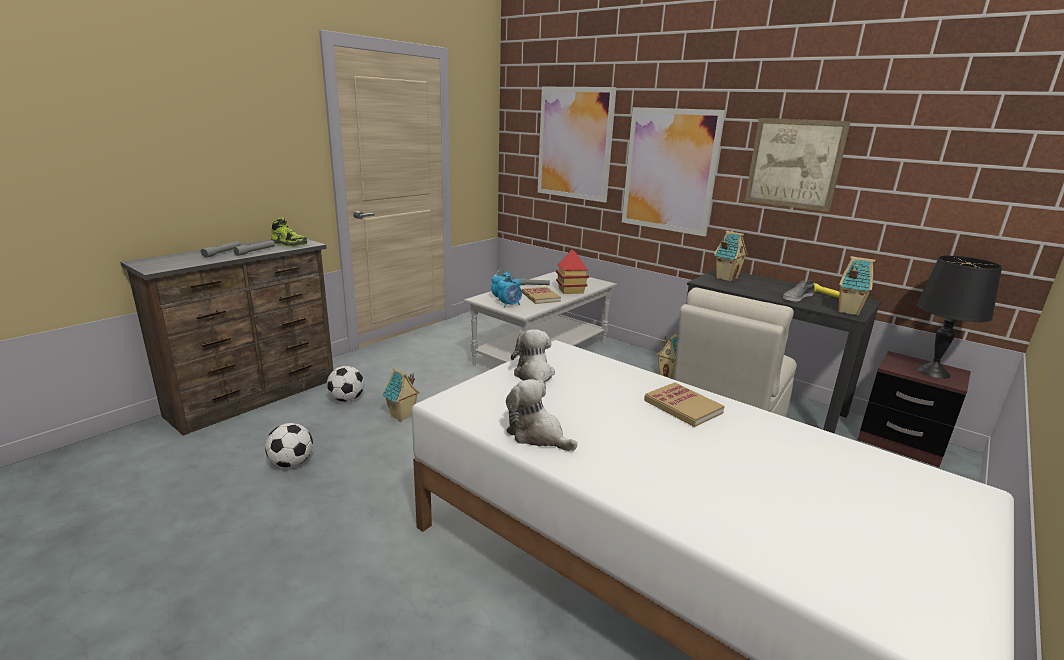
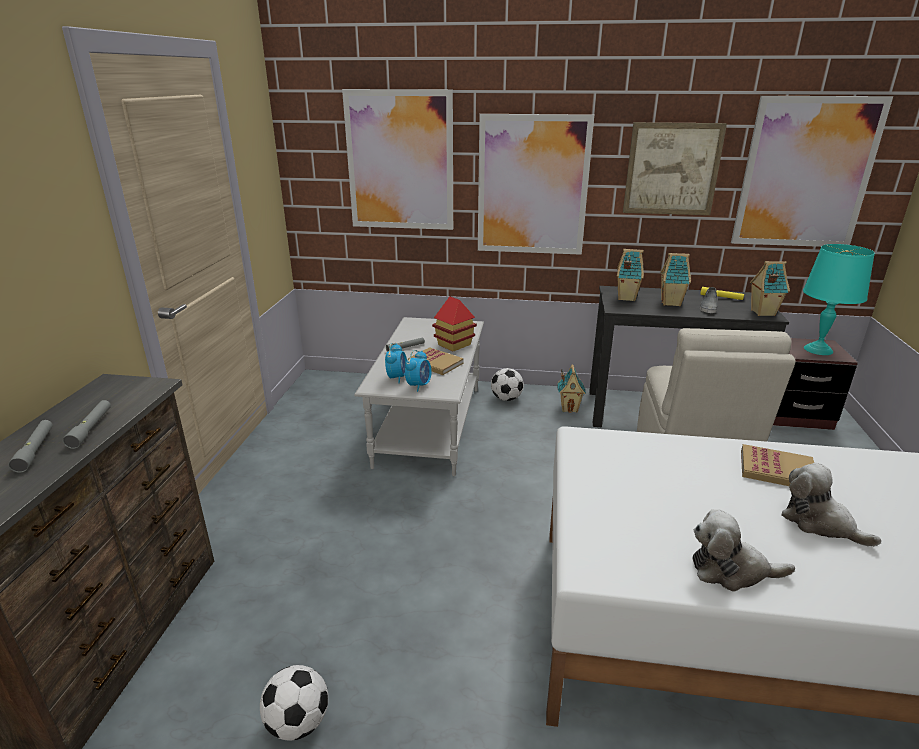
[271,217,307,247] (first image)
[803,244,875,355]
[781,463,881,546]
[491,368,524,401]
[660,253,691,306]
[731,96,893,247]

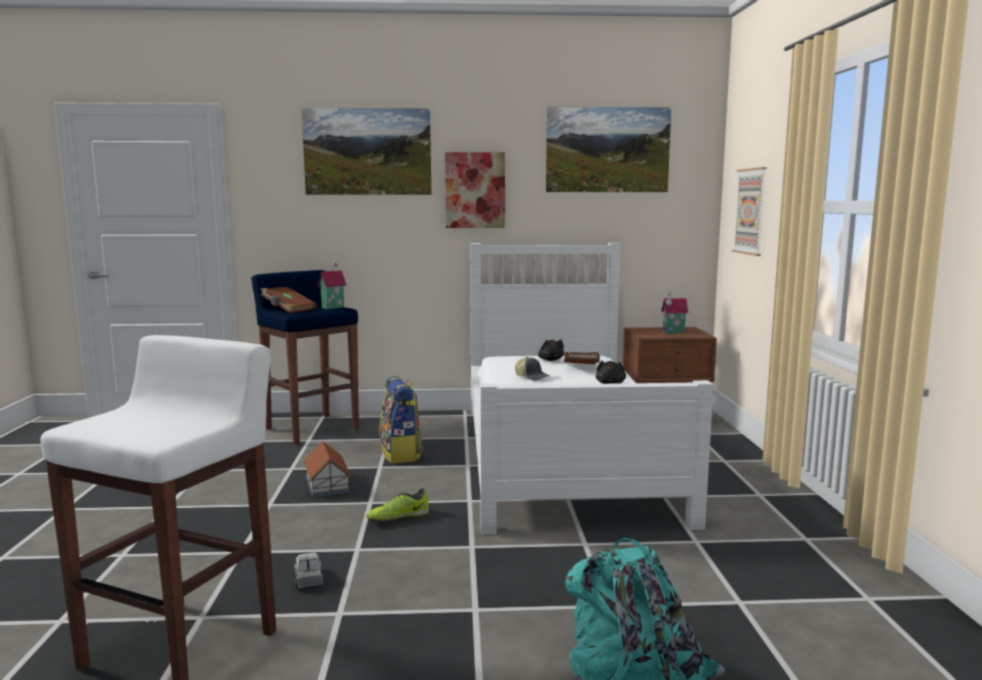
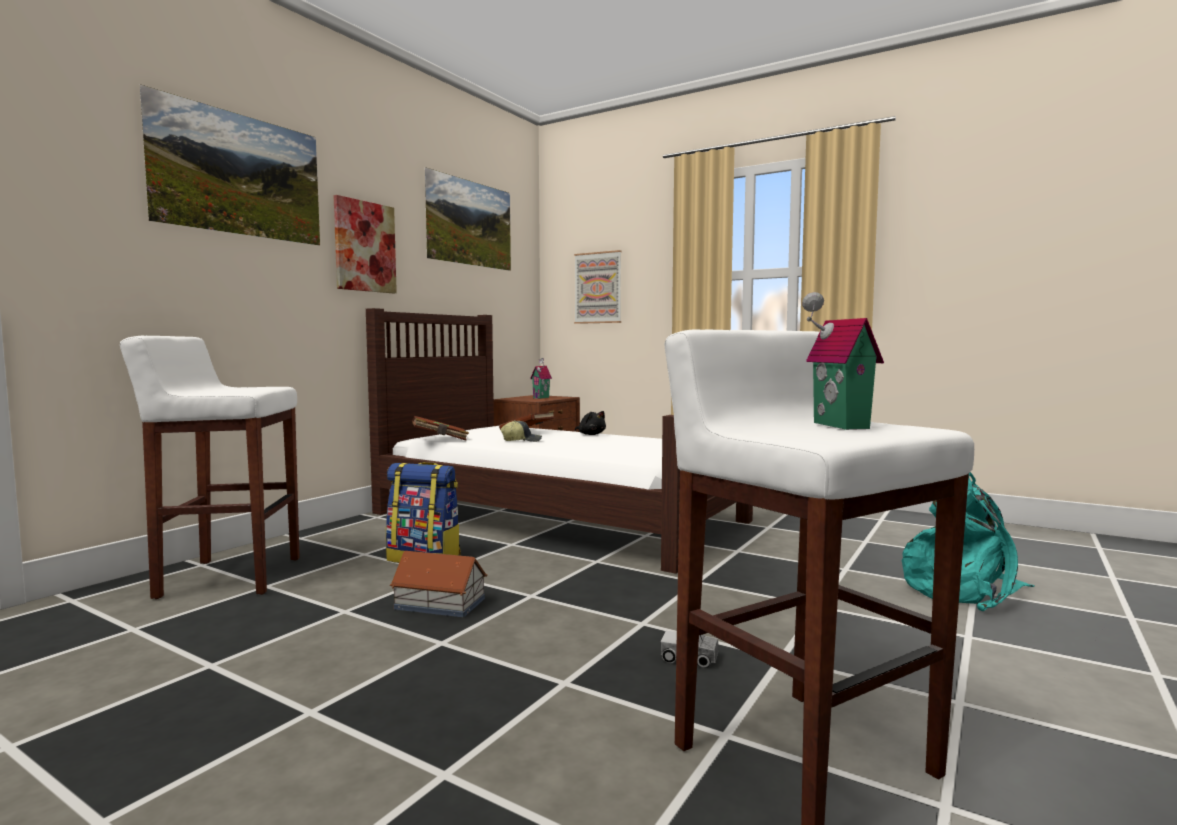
[366,308,753,574]
[802,292,884,430]
[120,336,300,599]
[412,416,469,441]
[538,340,564,361] (first image)
[366,488,429,522] (first image)

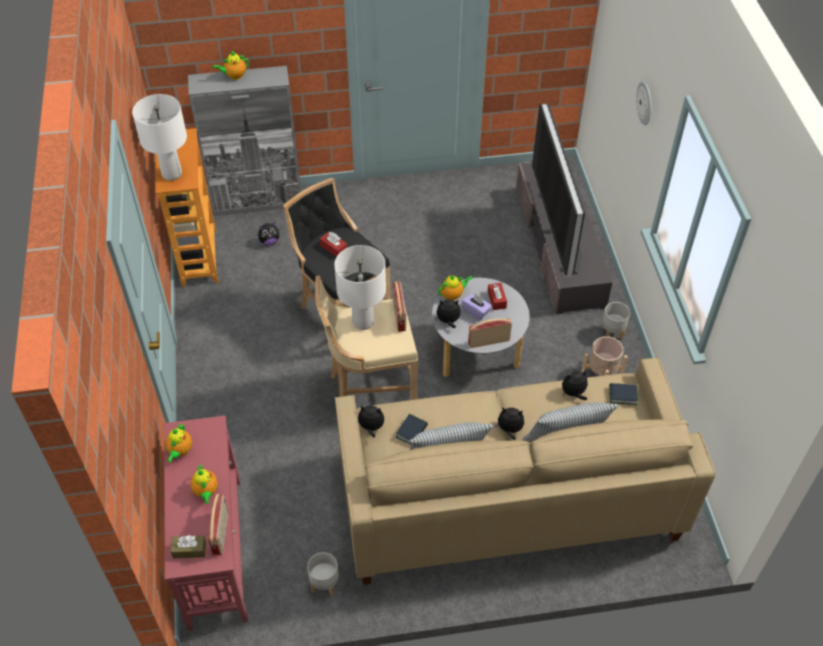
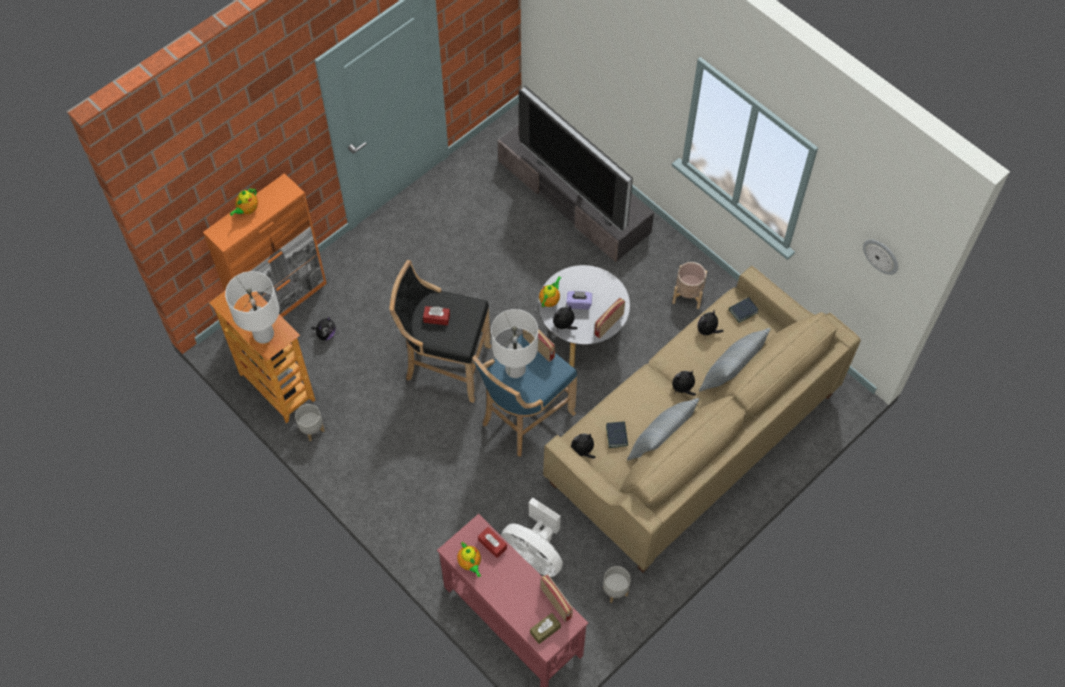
[203,173,327,317]
[863,239,898,275]
[472,333,577,456]
[478,527,507,558]
[295,404,325,441]
[191,464,218,504] (first image)
[501,497,563,577]

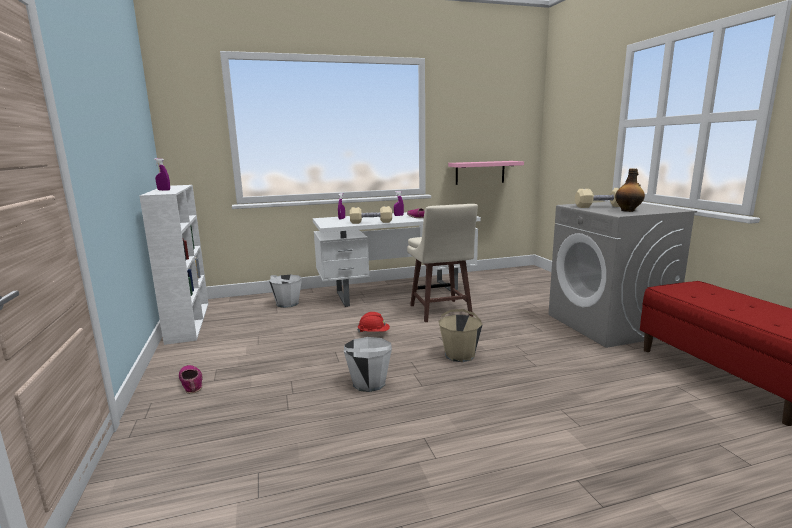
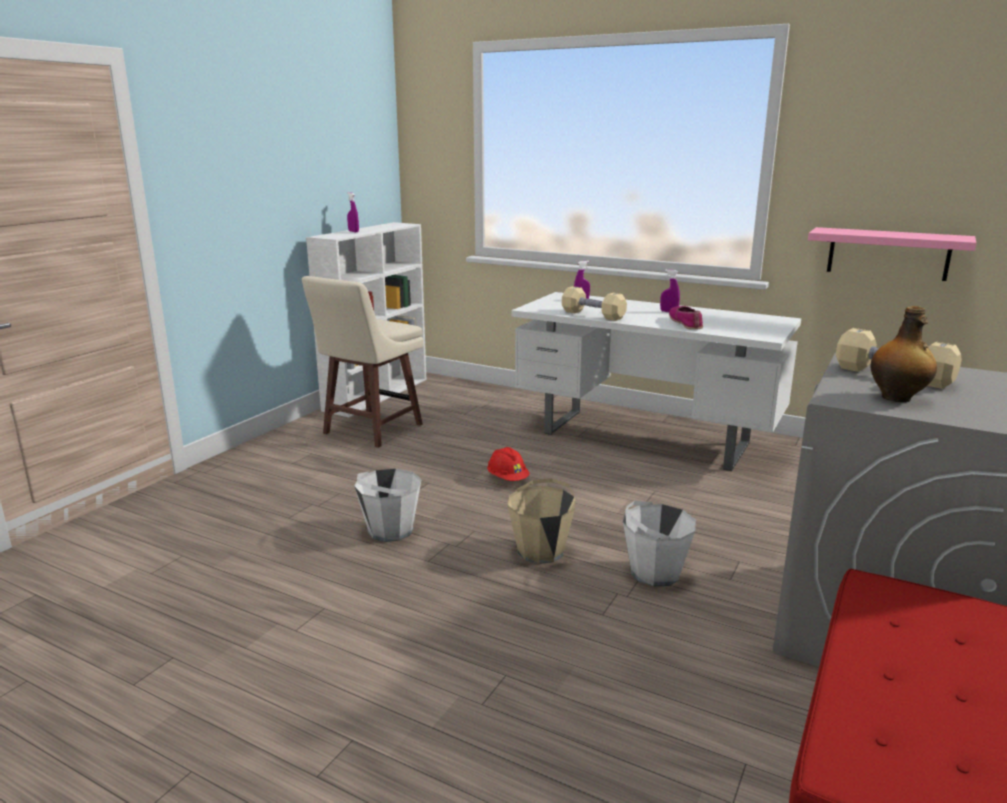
[302,276,424,448]
[623,501,696,586]
[179,365,203,394] (first image)

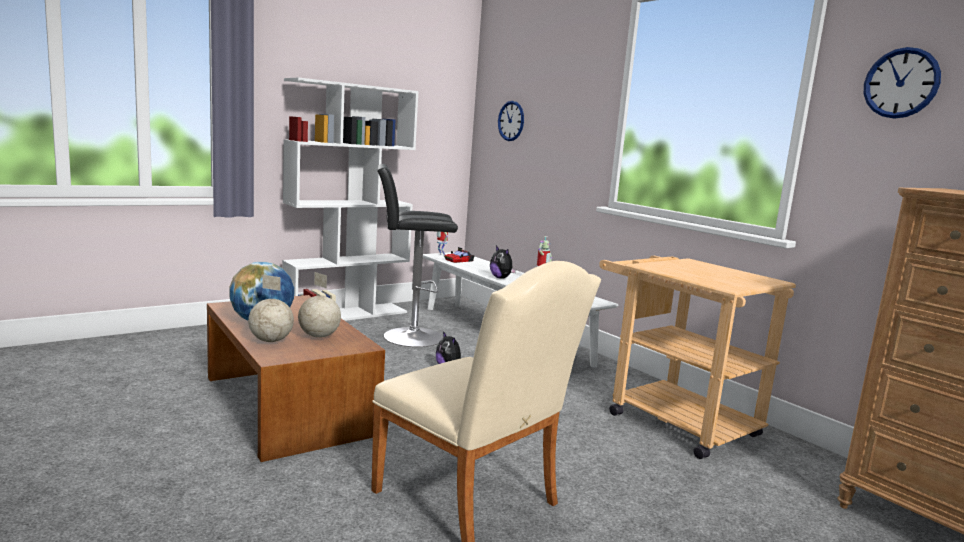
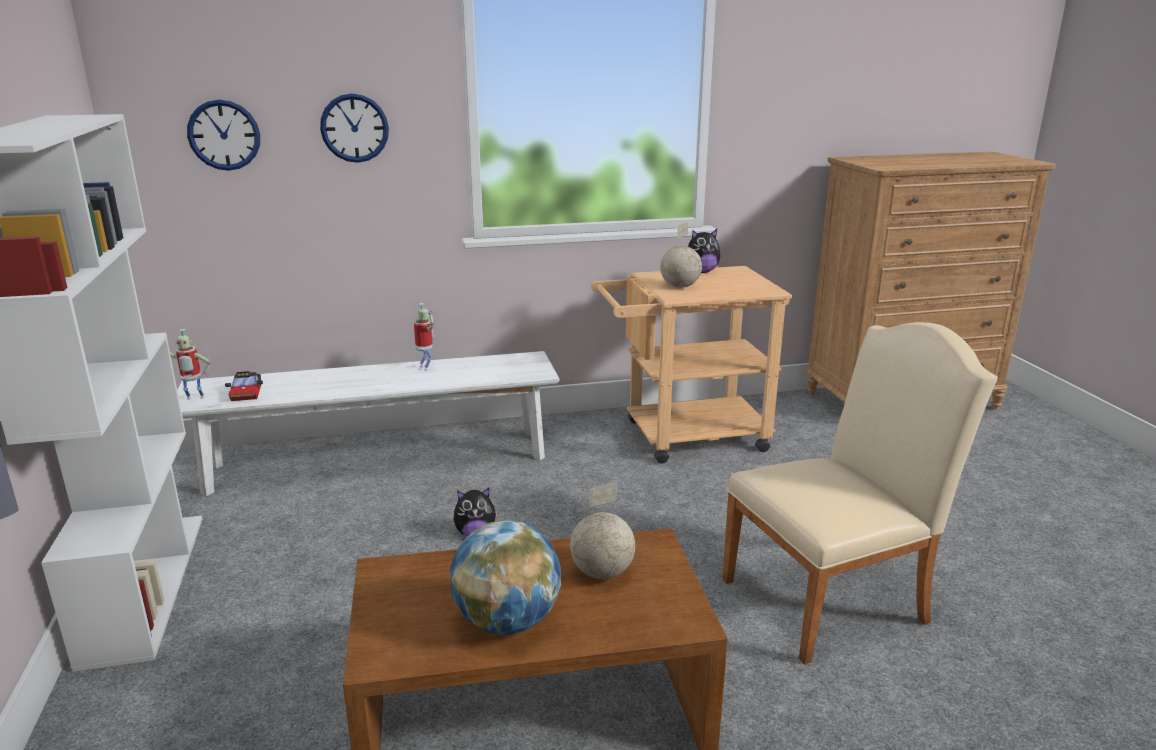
[320,93,389,163]
[377,164,458,347] (first image)
[688,229,720,273]
[660,222,702,288]

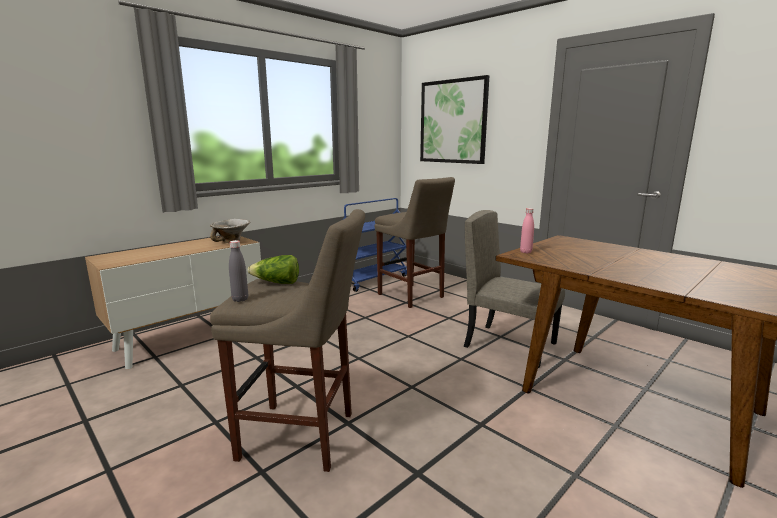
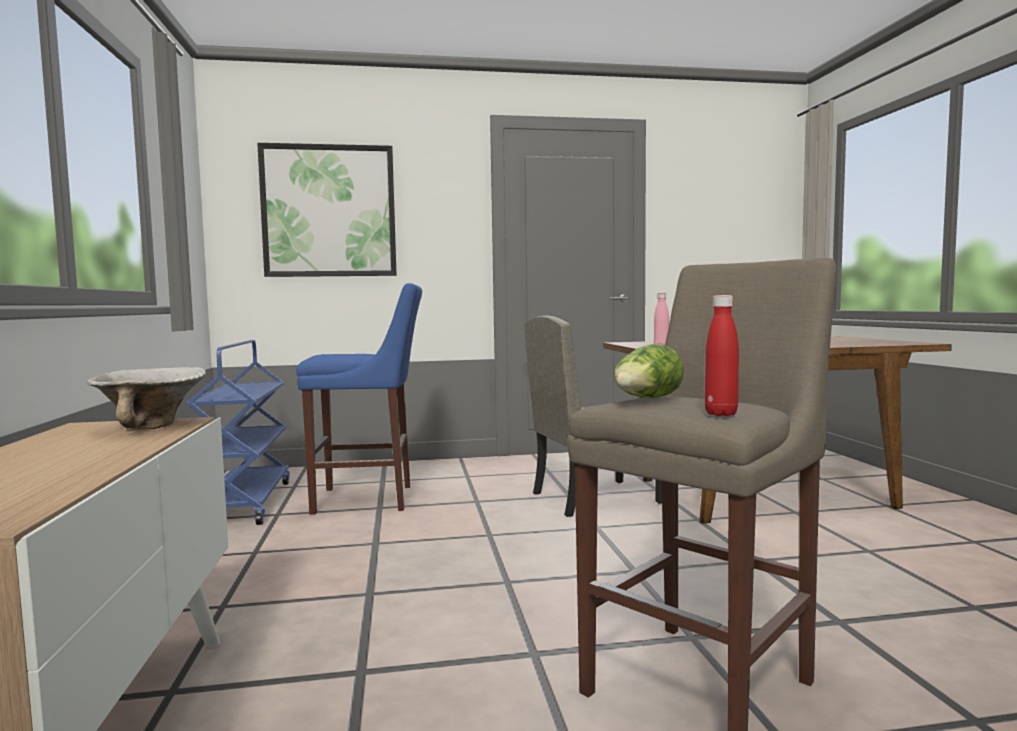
[296,283,422,515]
[705,295,739,416]

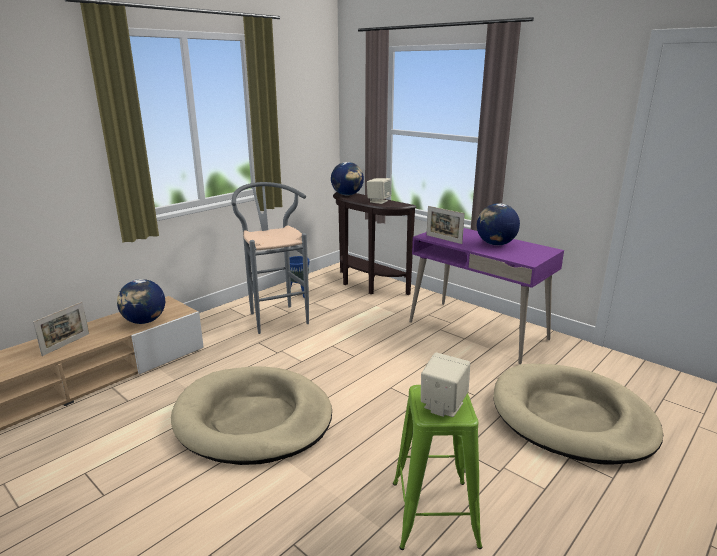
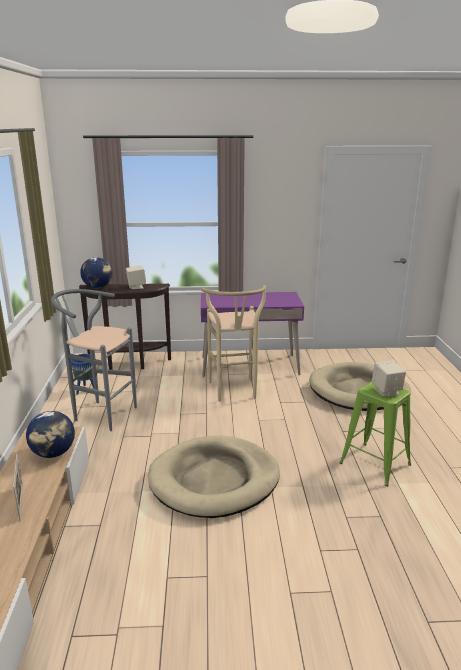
[477,203,520,245] (first image)
[427,206,465,244] (first image)
[201,285,266,402]

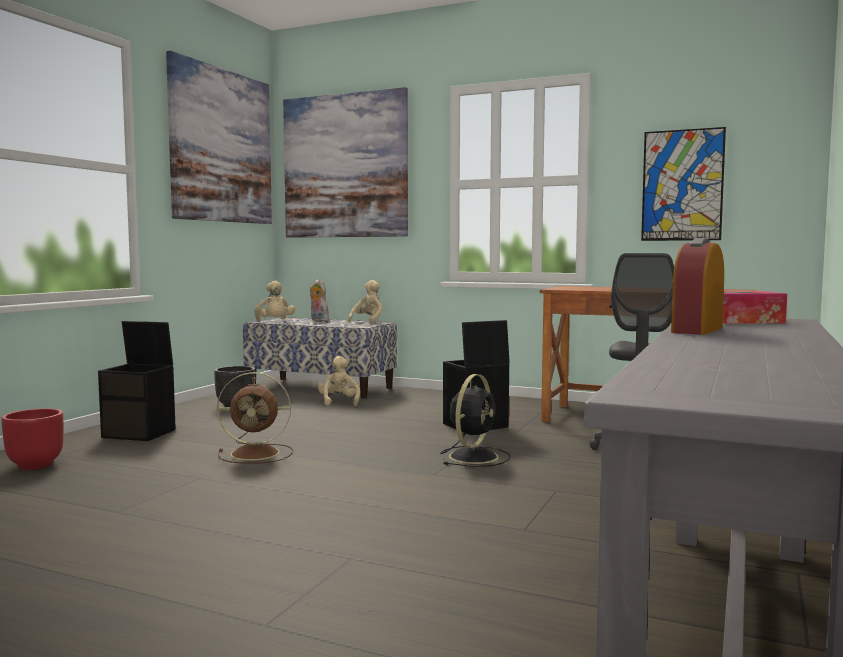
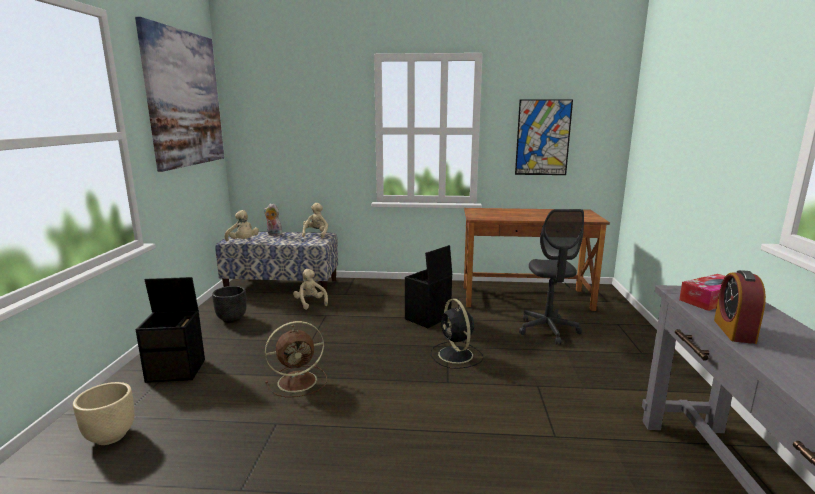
[283,87,408,238] (first image)
[431,299,484,369]
[73,382,135,445]

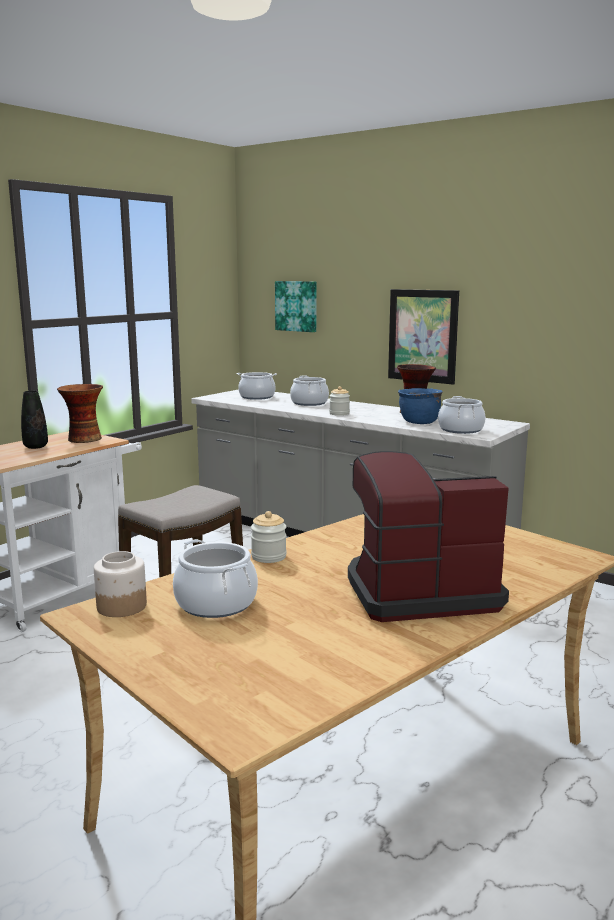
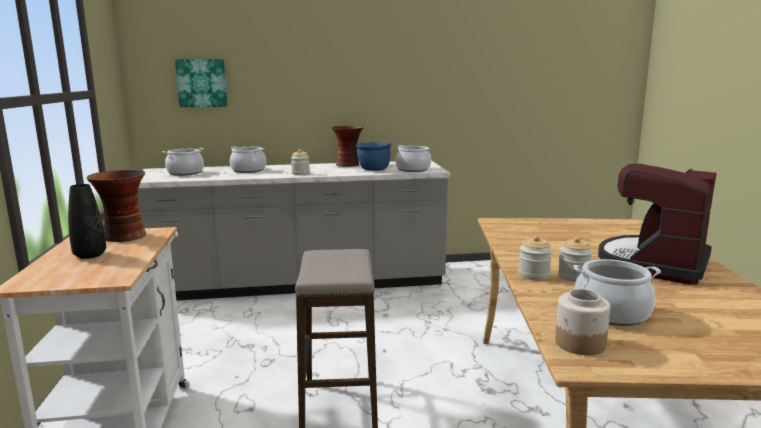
[388,289,459,385] (first image)
[558,237,593,282]

